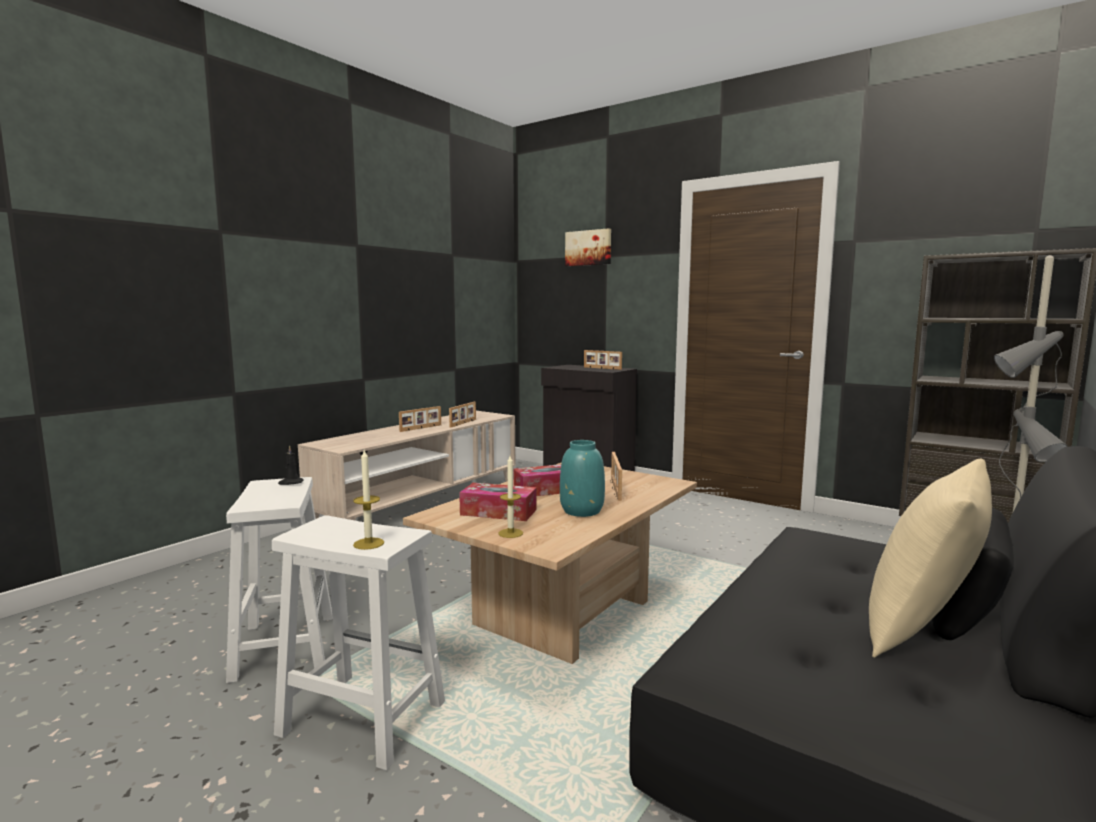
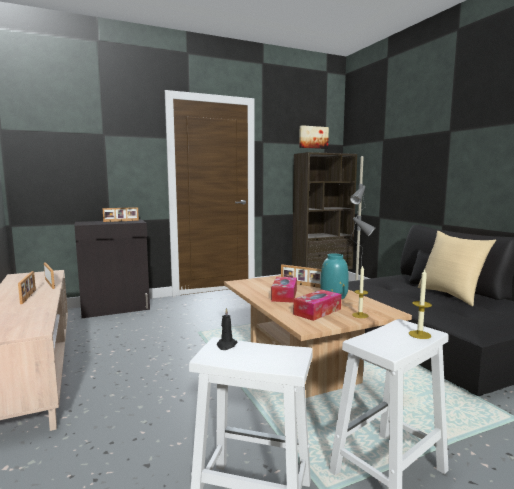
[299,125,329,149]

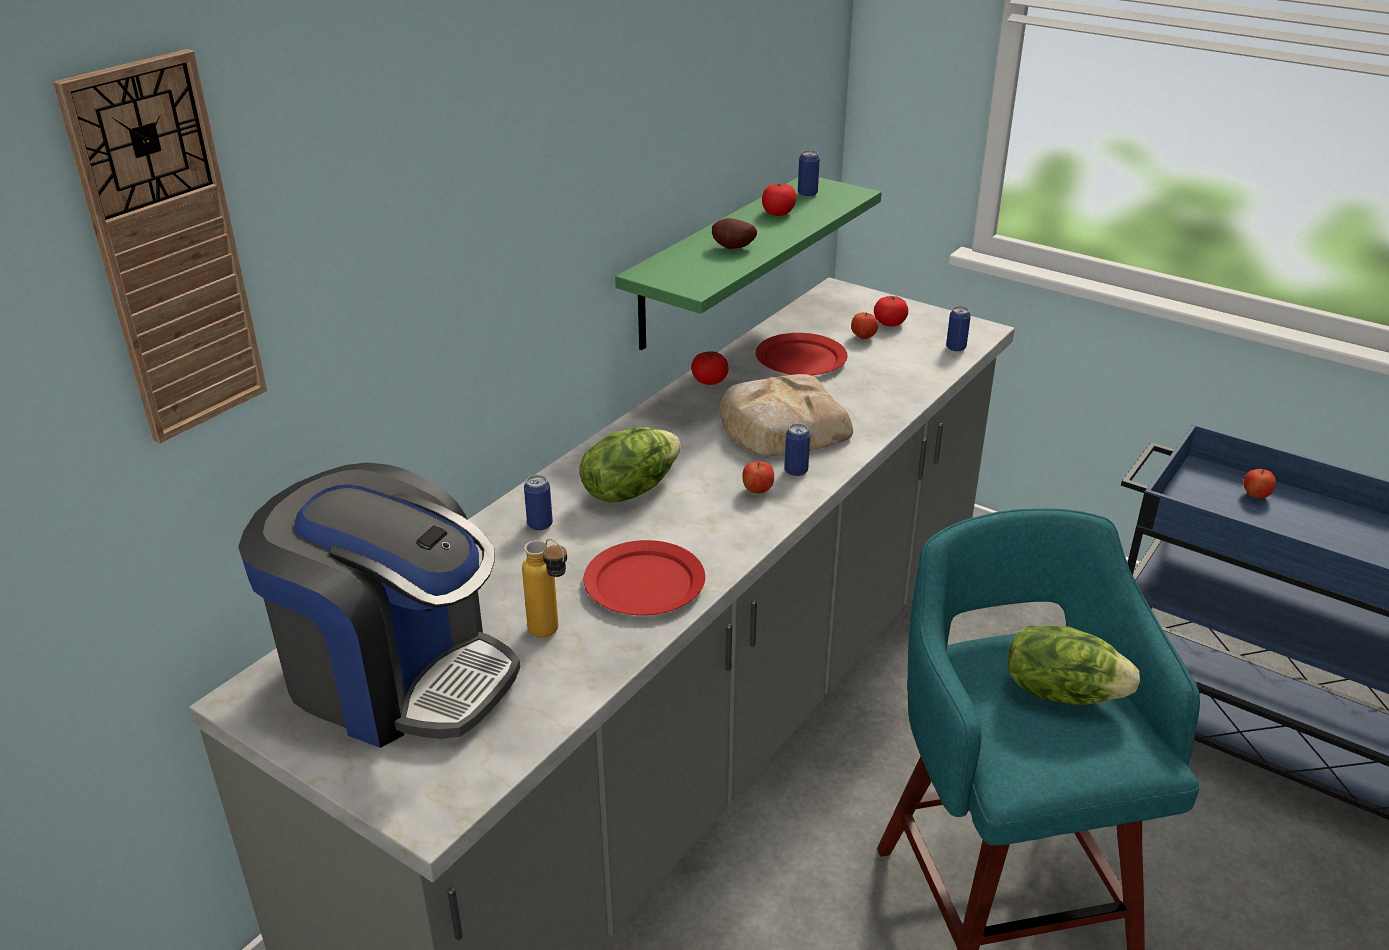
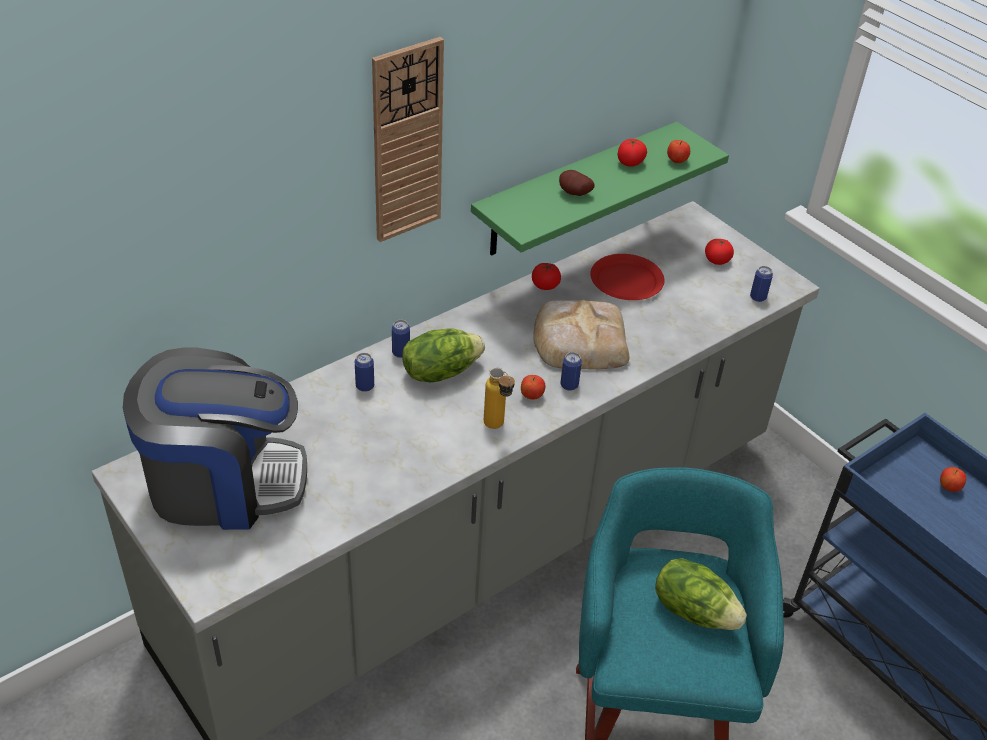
[372,37,444,242]
[392,320,410,358]
[667,140,690,163]
[123,347,307,530]
[484,368,515,429]
[584,540,705,615] (first image)

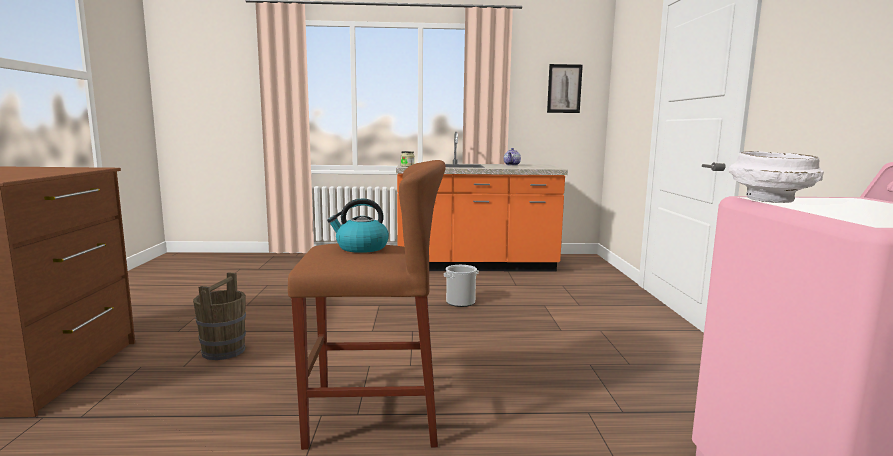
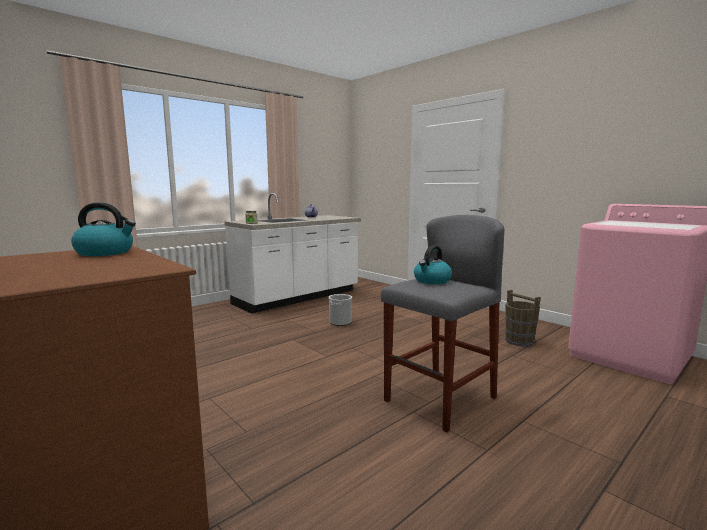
[547,64,583,113] (first image)
[224,193,361,314]
[729,151,824,203] (first image)
[381,215,504,432]
[505,290,541,347]
[71,202,136,256]

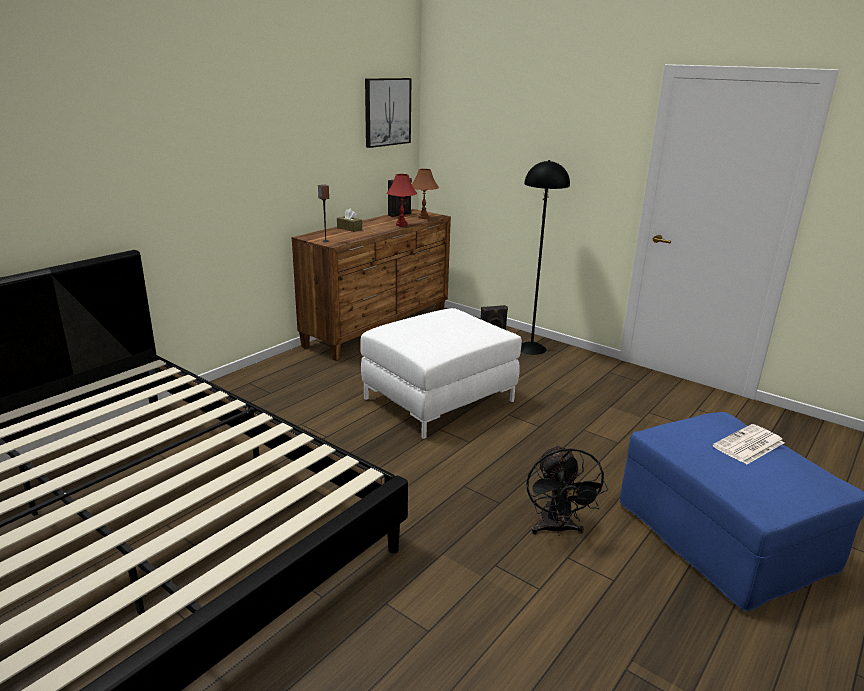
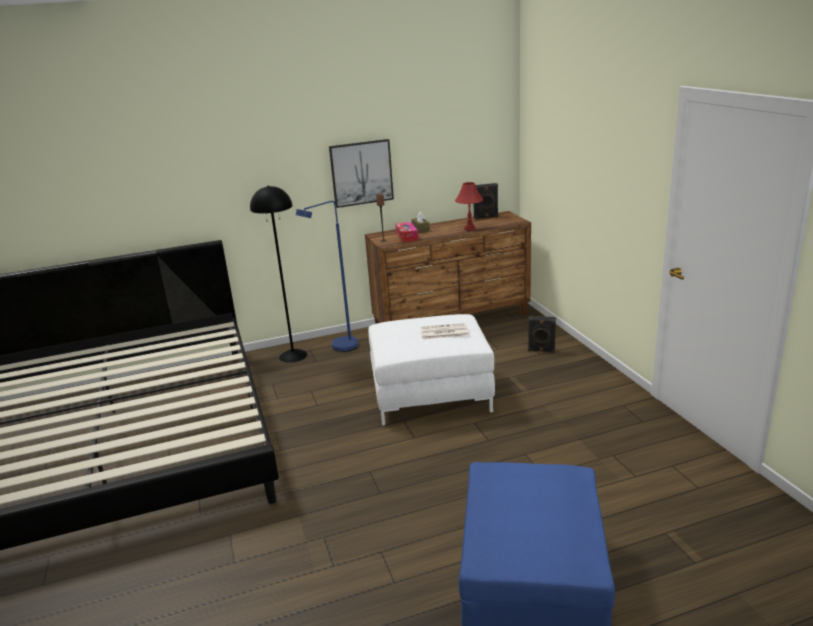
[329,139,394,208]
[250,186,308,363]
[412,169,439,219] (first image)
[420,323,469,339]
[526,445,608,536] (first image)
[296,201,358,352]
[395,222,418,243]

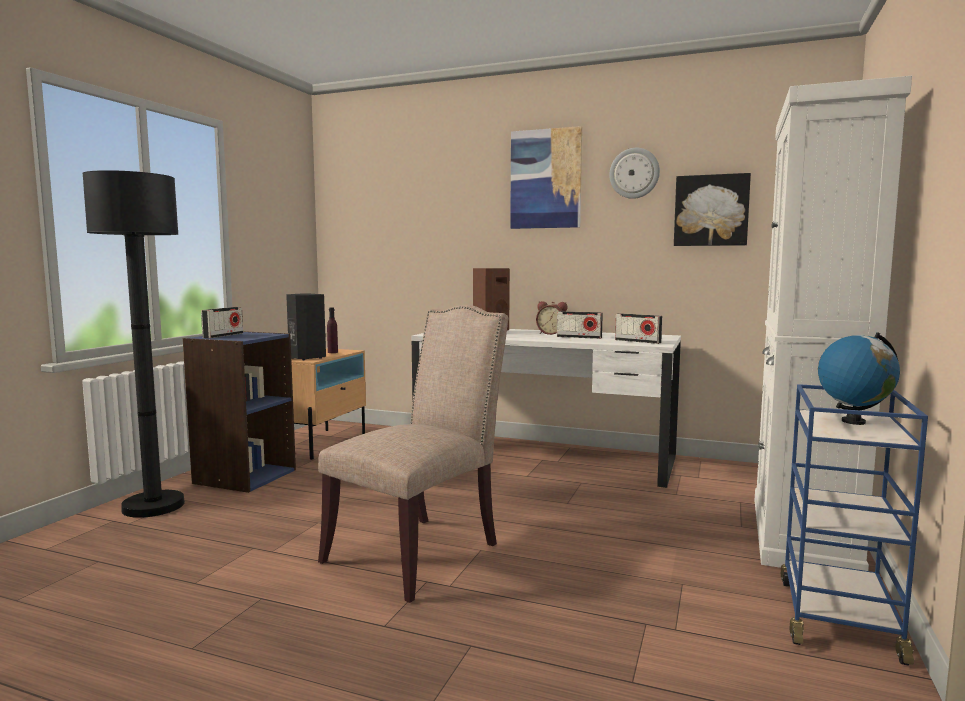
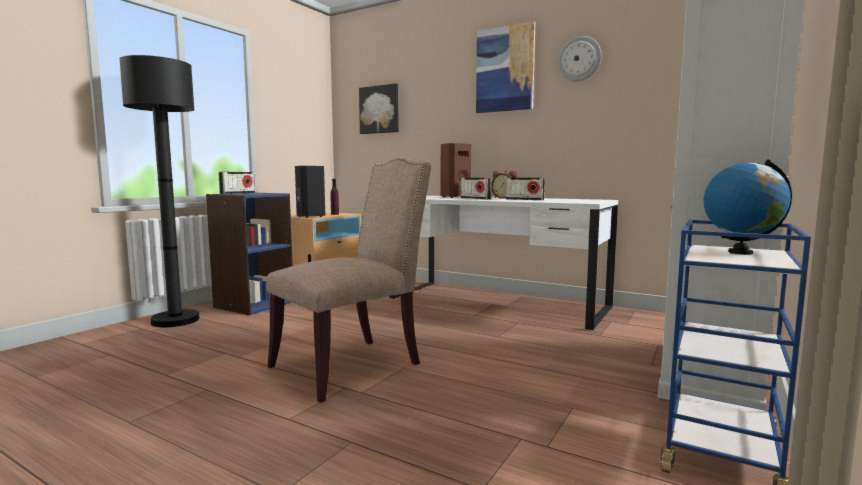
[359,83,399,134]
[461,178,491,199]

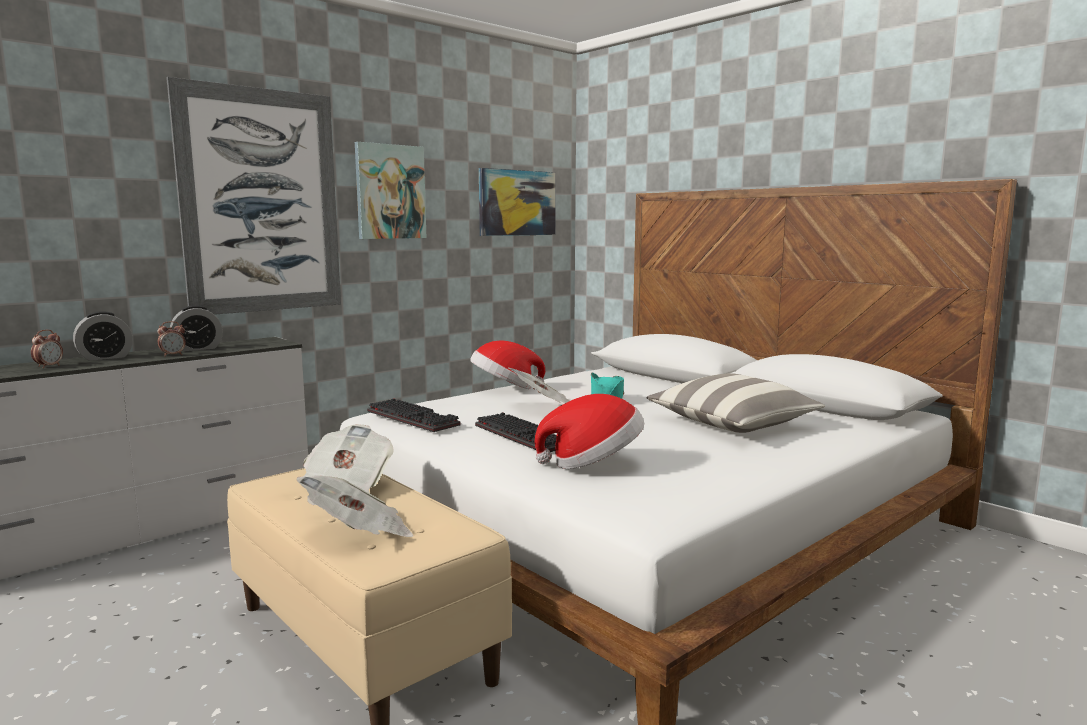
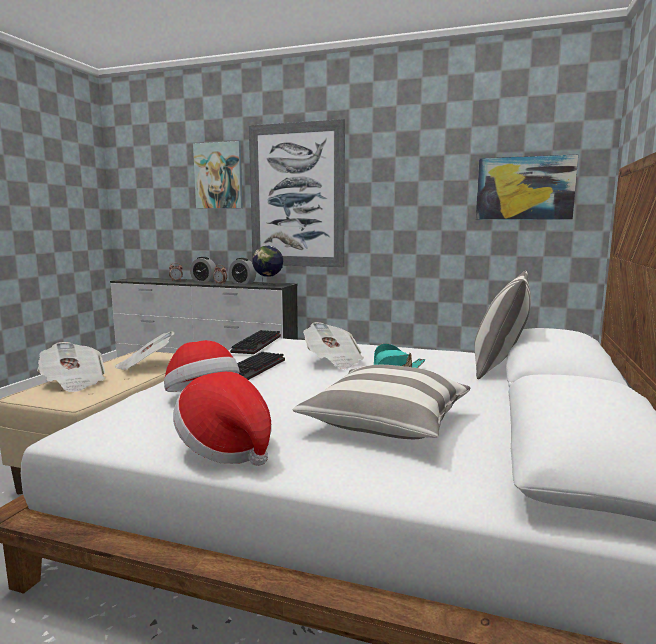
[193,141,243,209]
[173,372,272,466]
[252,246,283,286]
[474,271,531,379]

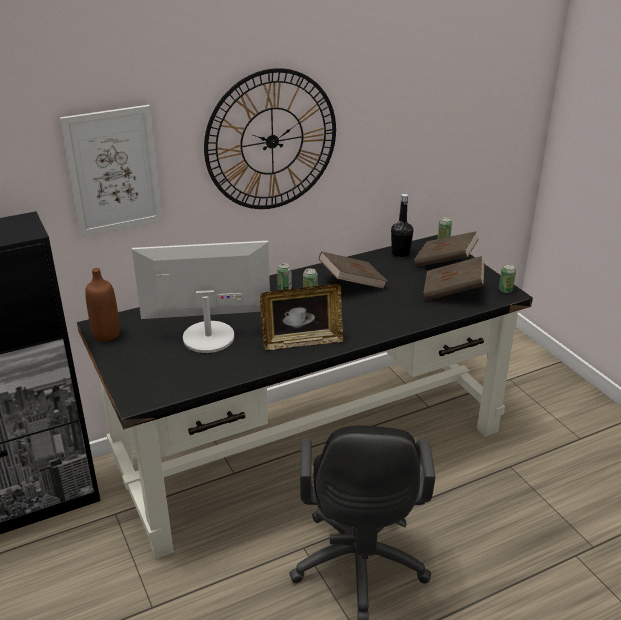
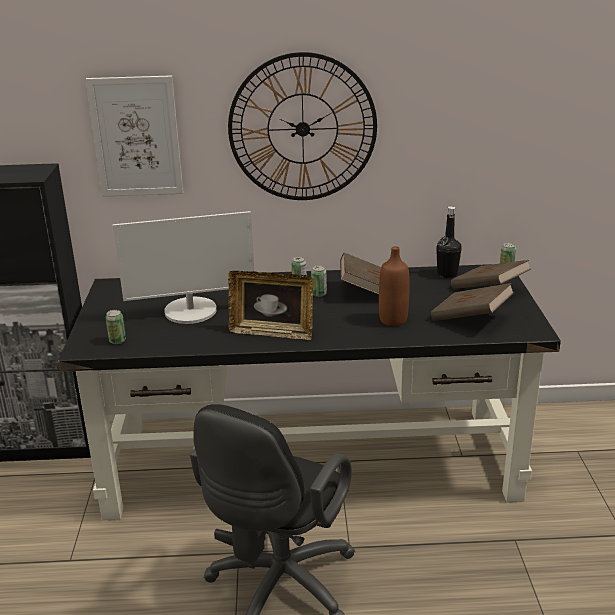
[113,211,254,324]
[106,310,126,344]
[379,246,410,326]

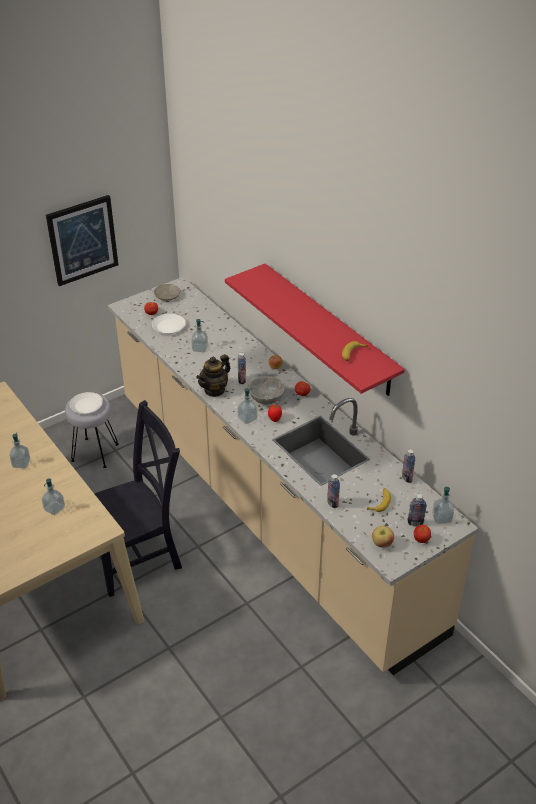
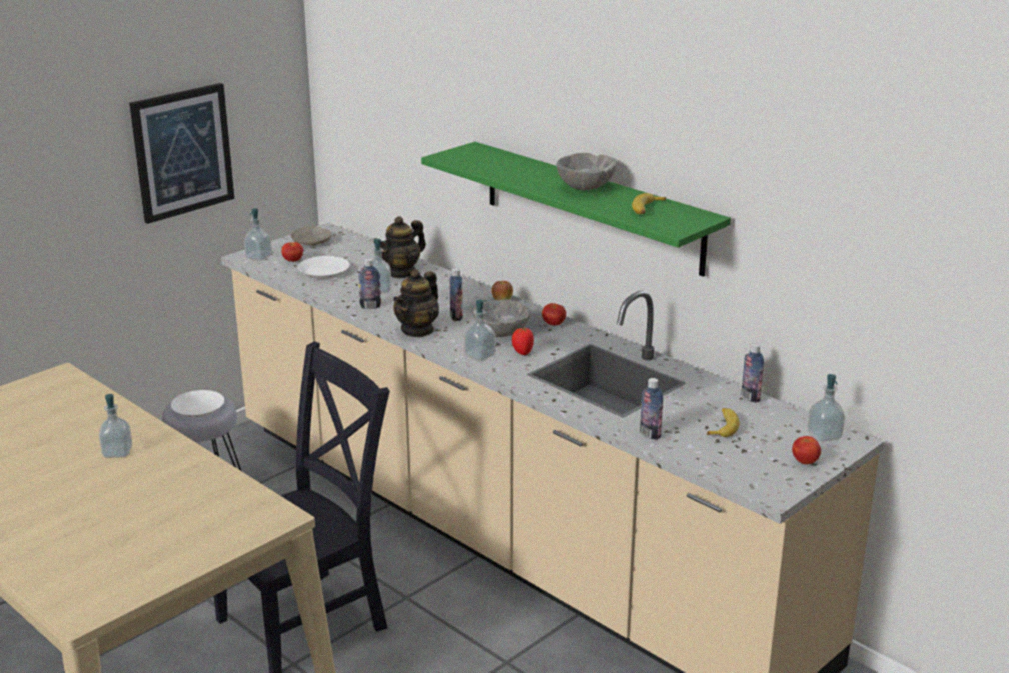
[421,142,731,277]
[244,208,272,261]
[358,258,381,309]
[372,526,394,548] (first image)
[556,153,617,190]
[373,216,426,279]

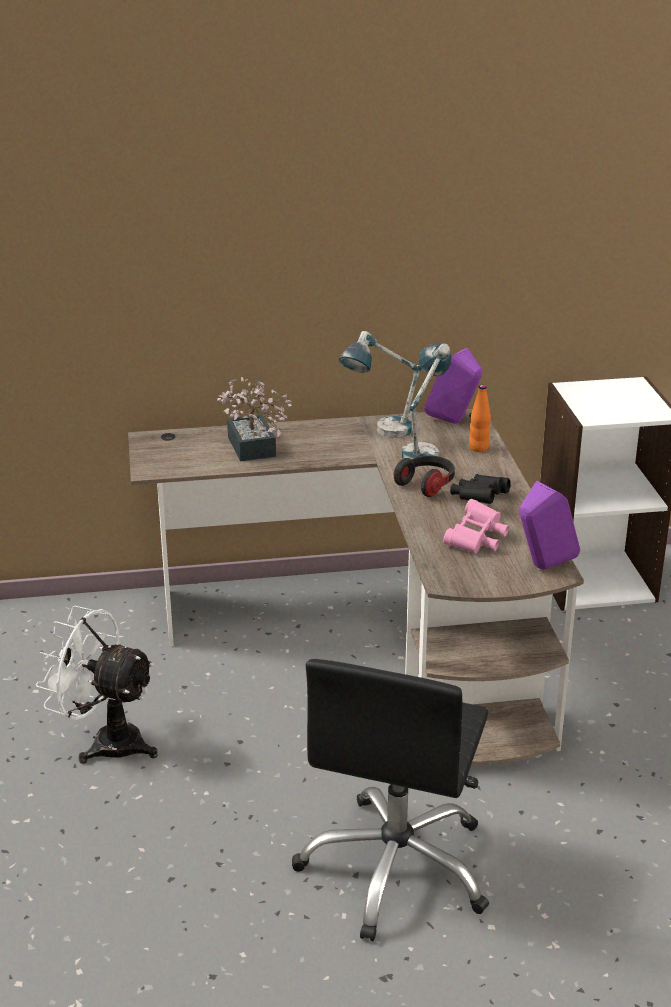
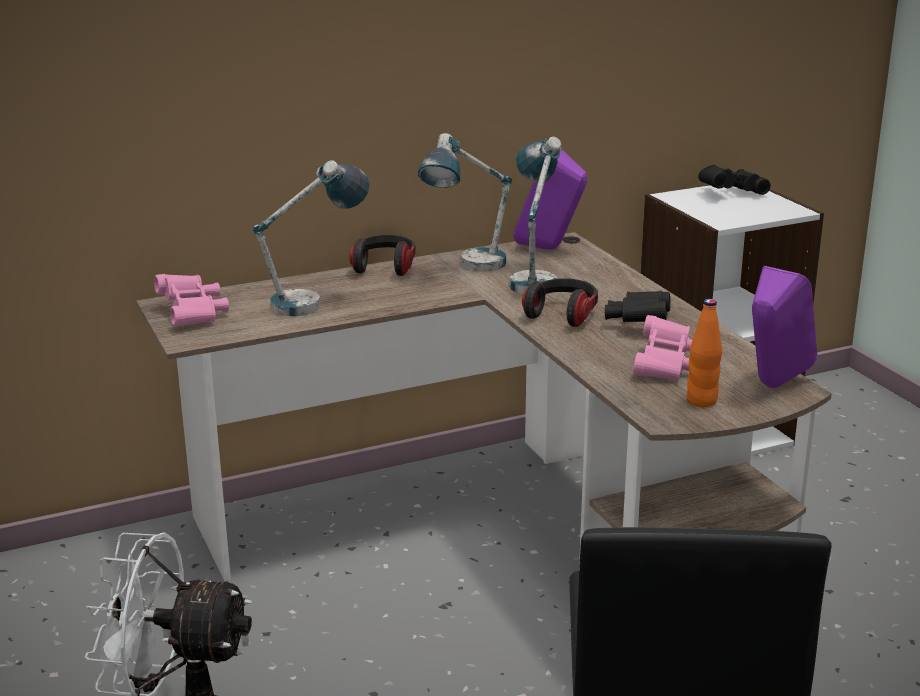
[253,160,370,316]
[687,299,722,407]
[698,165,771,195]
[349,235,416,276]
[154,274,229,326]

